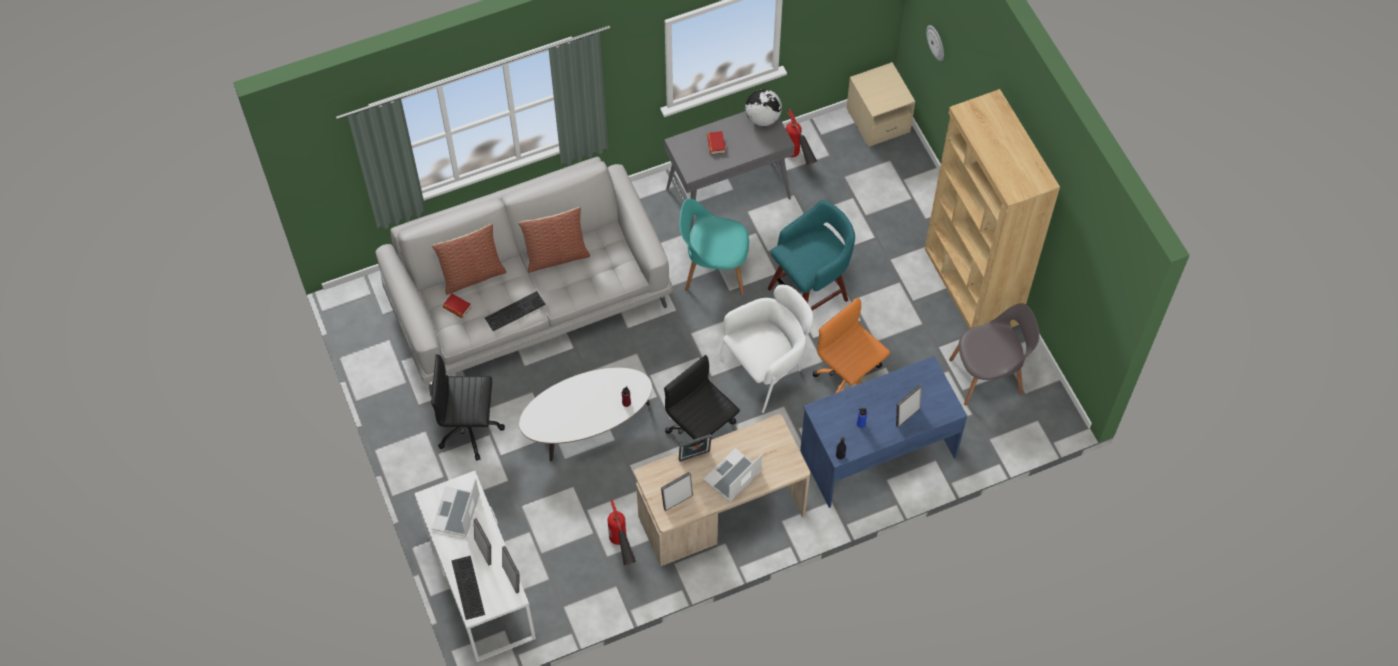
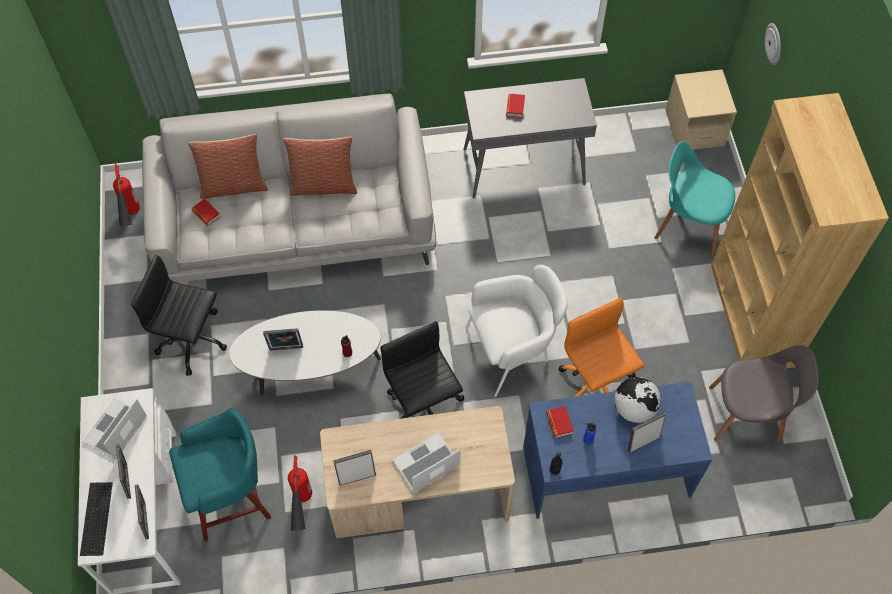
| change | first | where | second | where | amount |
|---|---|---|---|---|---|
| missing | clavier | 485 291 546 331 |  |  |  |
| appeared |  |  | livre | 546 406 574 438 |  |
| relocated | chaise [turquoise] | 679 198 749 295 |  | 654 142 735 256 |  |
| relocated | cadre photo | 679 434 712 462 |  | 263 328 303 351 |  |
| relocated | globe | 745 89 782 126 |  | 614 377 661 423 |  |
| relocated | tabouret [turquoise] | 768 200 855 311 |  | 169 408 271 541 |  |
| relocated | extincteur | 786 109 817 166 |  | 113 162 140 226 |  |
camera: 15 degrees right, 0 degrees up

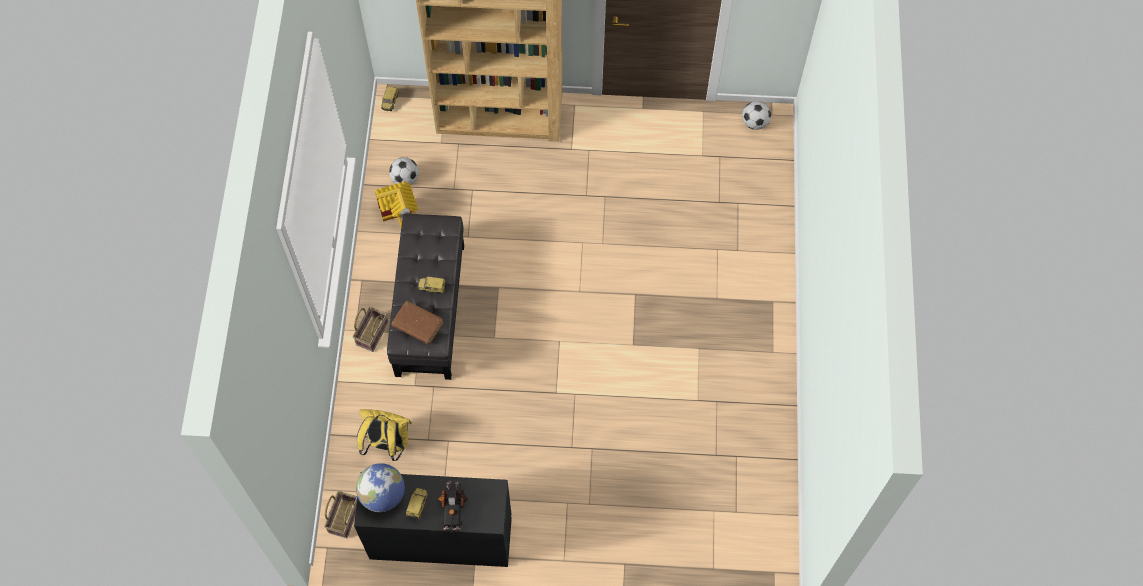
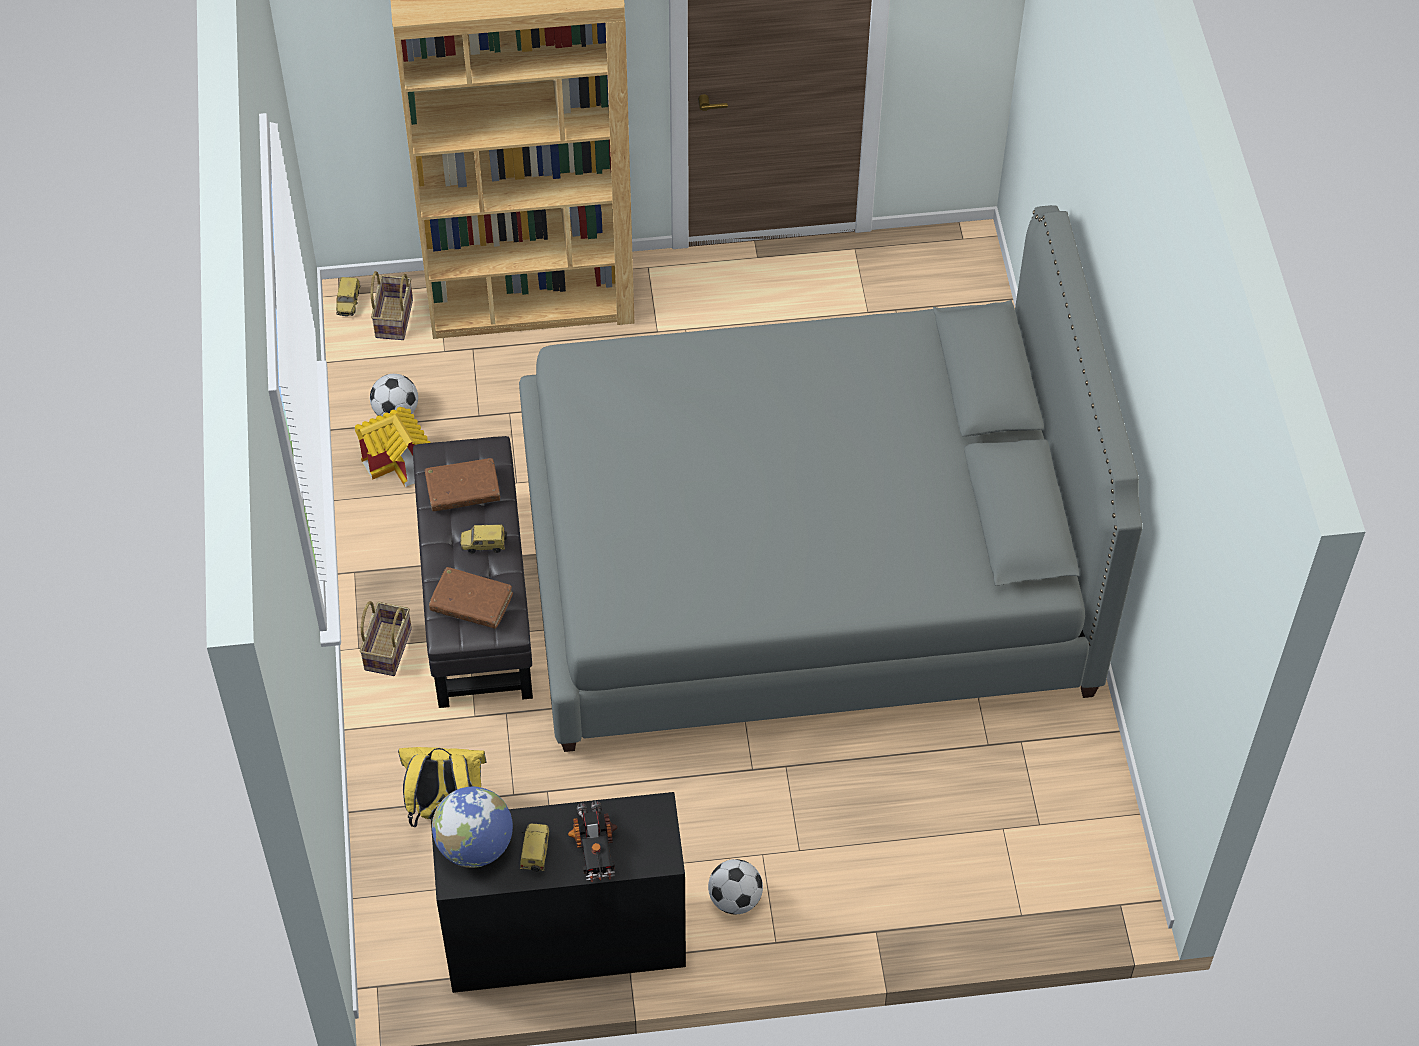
| change | first | where | second | where | amount |
|---|---|---|---|---|---|
| appeared |  |  | livre [marron] | 425 458 500 511 |  |
| appeared |  |  | lit [gris] | 519 205 1142 752 |  |
| relocated | panier | 324 491 358 538 |  | 371 271 413 340 |  |
| relocated | ballon de foot | 742 101 771 130 |  | 708 859 763 914 |  |
camera: 10 degrees left, 10 degrees down

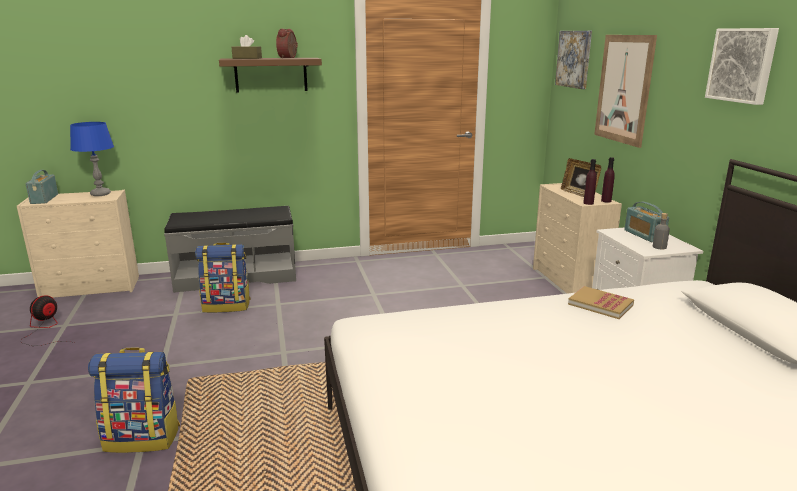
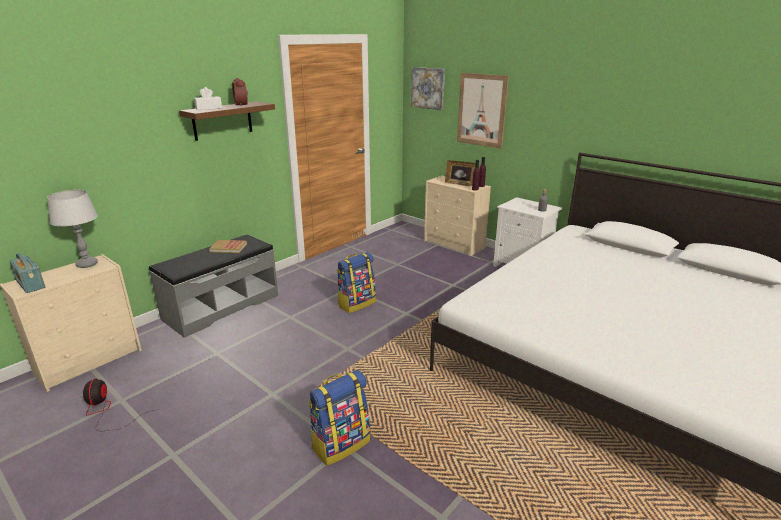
| change | first | where | second | where | amount |
|---|---|---|---|---|---|
| missing | radio | 624 202 669 242 |  |  |  |
| missing | tableau | 705 28 779 105 |  |  |  |
| relocated | sac à dos | 195 242 251 313 |  | 337 252 376 313 |  |
| relocated | livre | 568 286 634 319 |  | 209 240 247 253 |  |
| colour | lampe de table [bleu] | 70 122 114 196 | lampe de table [gris] | 47 190 98 268 |  |
| colour | boîte à mouchoirs [marron] | 232 35 262 59 | boîte à mouchoirs [blanc] | 194 87 222 110 |  |
camera: 35 degrees left, 5 degrees up

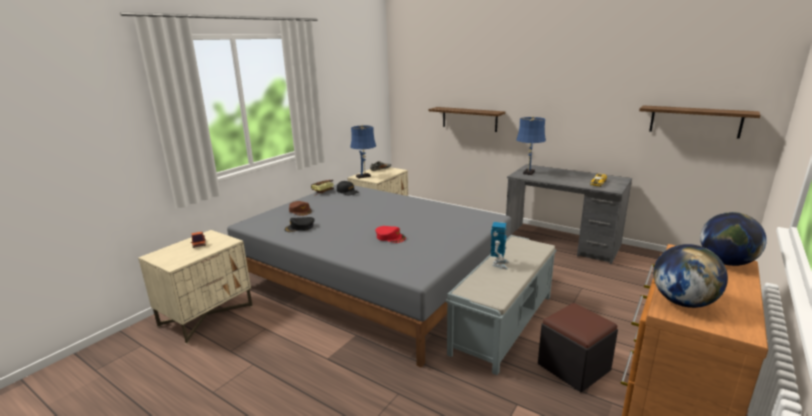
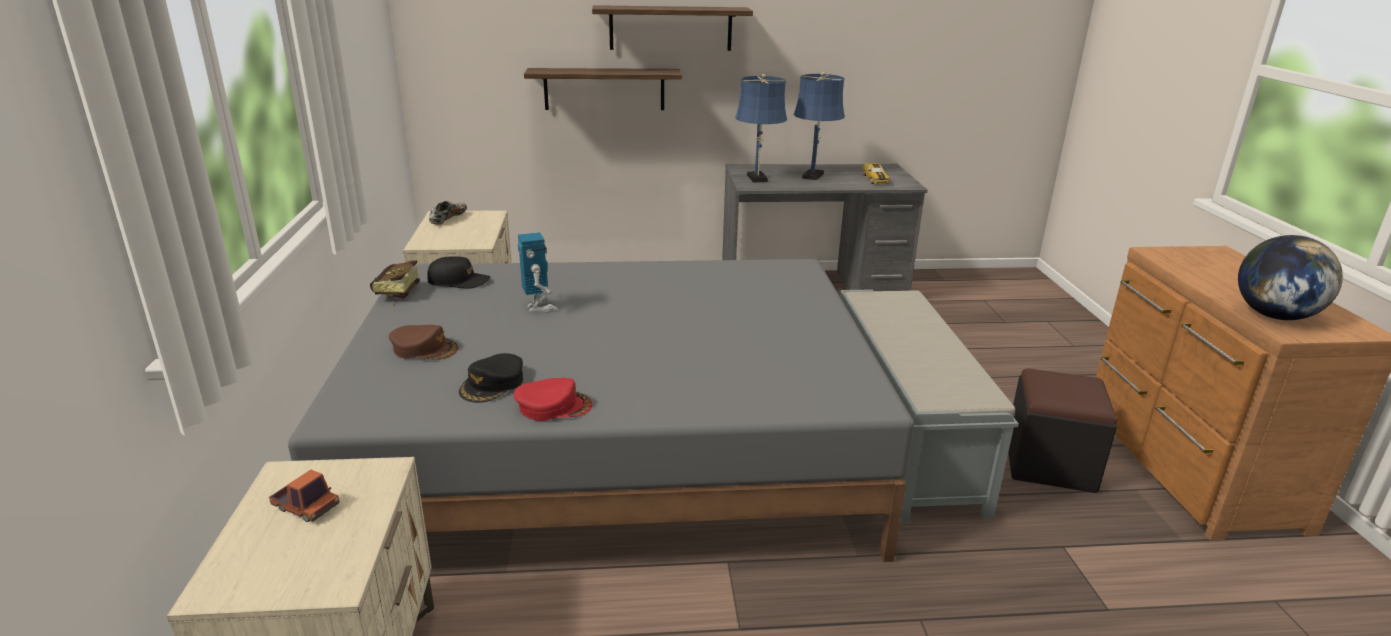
| change | first | where | second | where | amount |
|---|---|---|---|---|---|
| missing | globe | 700 212 767 266 |  |  |  |
| relocated | lampe de table [bleu] | 350 125 376 179 |  | 794 72 845 180 |  |
| relocated | casquette [rouge] | 375 226 406 243 |  | 514 378 592 421 |  |
| relocated | robot jouet | 491 222 509 270 |  | 518 232 559 312 |  |
| relocated | étagère | 639 105 760 139 |  | 592 5 753 51 |  |
camera: 40 degrees left, 5 degrees up

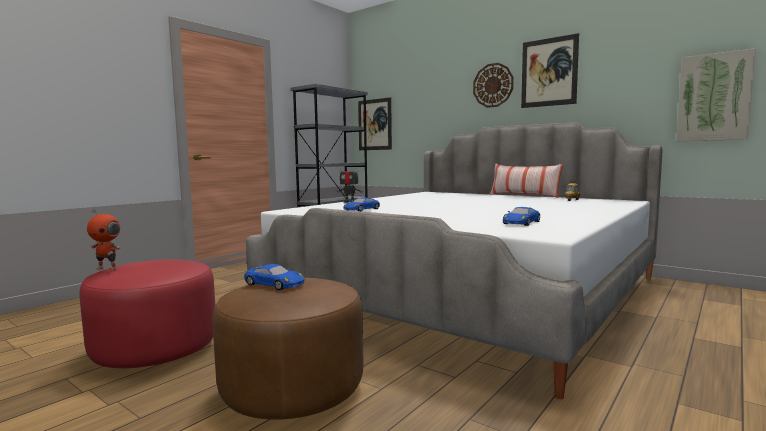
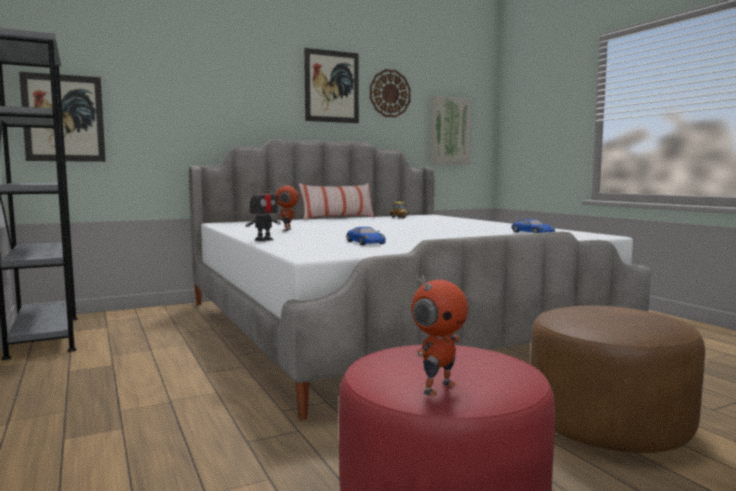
| change | first | where | second | where | amount |
|---|---|---|---|---|---|
| missing | petite voiture [bleu] | 244 264 305 290 |  |  |  |
| appeared |  |  | robot jouet | 276 182 299 231 |  |
| relocated | horloge murale | 473 63 514 108 |  | 370 69 411 117 |  |
camera: 65 degrees left, 0 degrees up

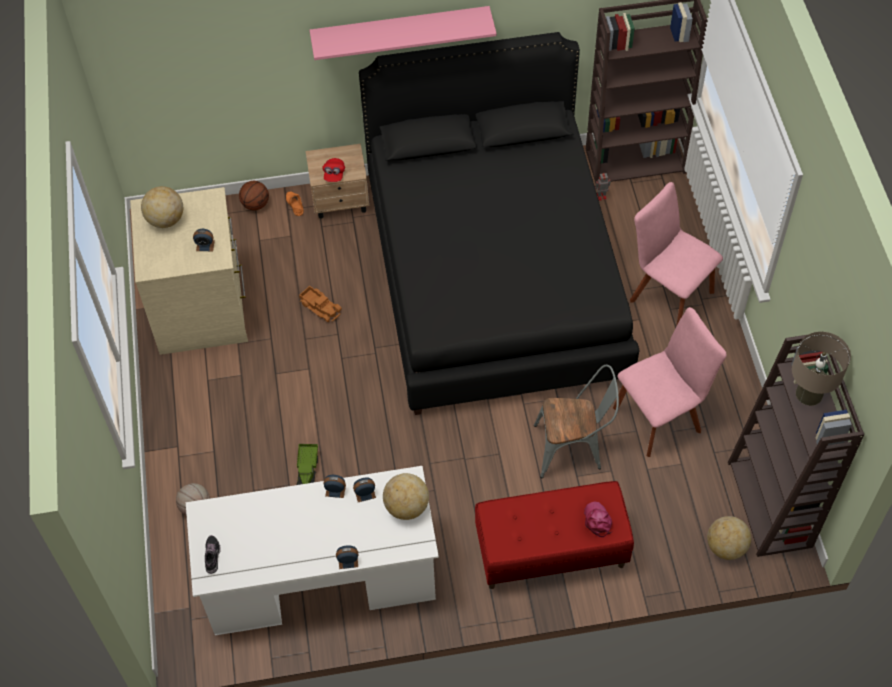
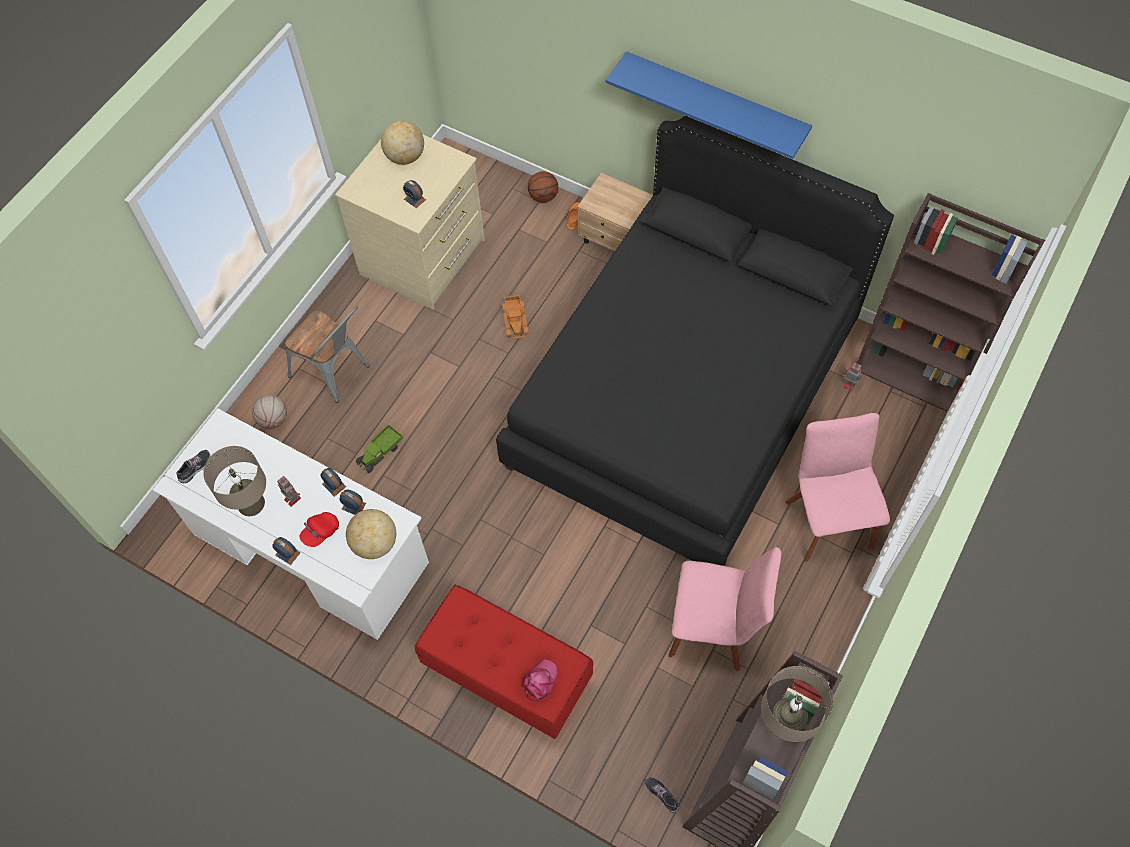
| change | first | where | second | where | amount |
|---|---|---|---|---|---|
| appeared |  |  | lampe de table [beige] | 203 446 266 516 |  |
| appeared |  |  | robot jouet | 277 476 301 507 |  |
| relocated | casquette [rouge] | 322 158 345 182 |  | 300 512 339 547 |  |
| relocated | chaise [gris] | 534 365 619 478 |  | 285 306 370 403 |  |
| exchanged | globe | 707 516 751 560 | chaussure | 645 777 679 813 |  |
| colour | étagère [rose] | 310 6 497 60 | étagère [bleu] | 606 51 812 159 |  |
camera: 40 degrees right, 5 degrees up

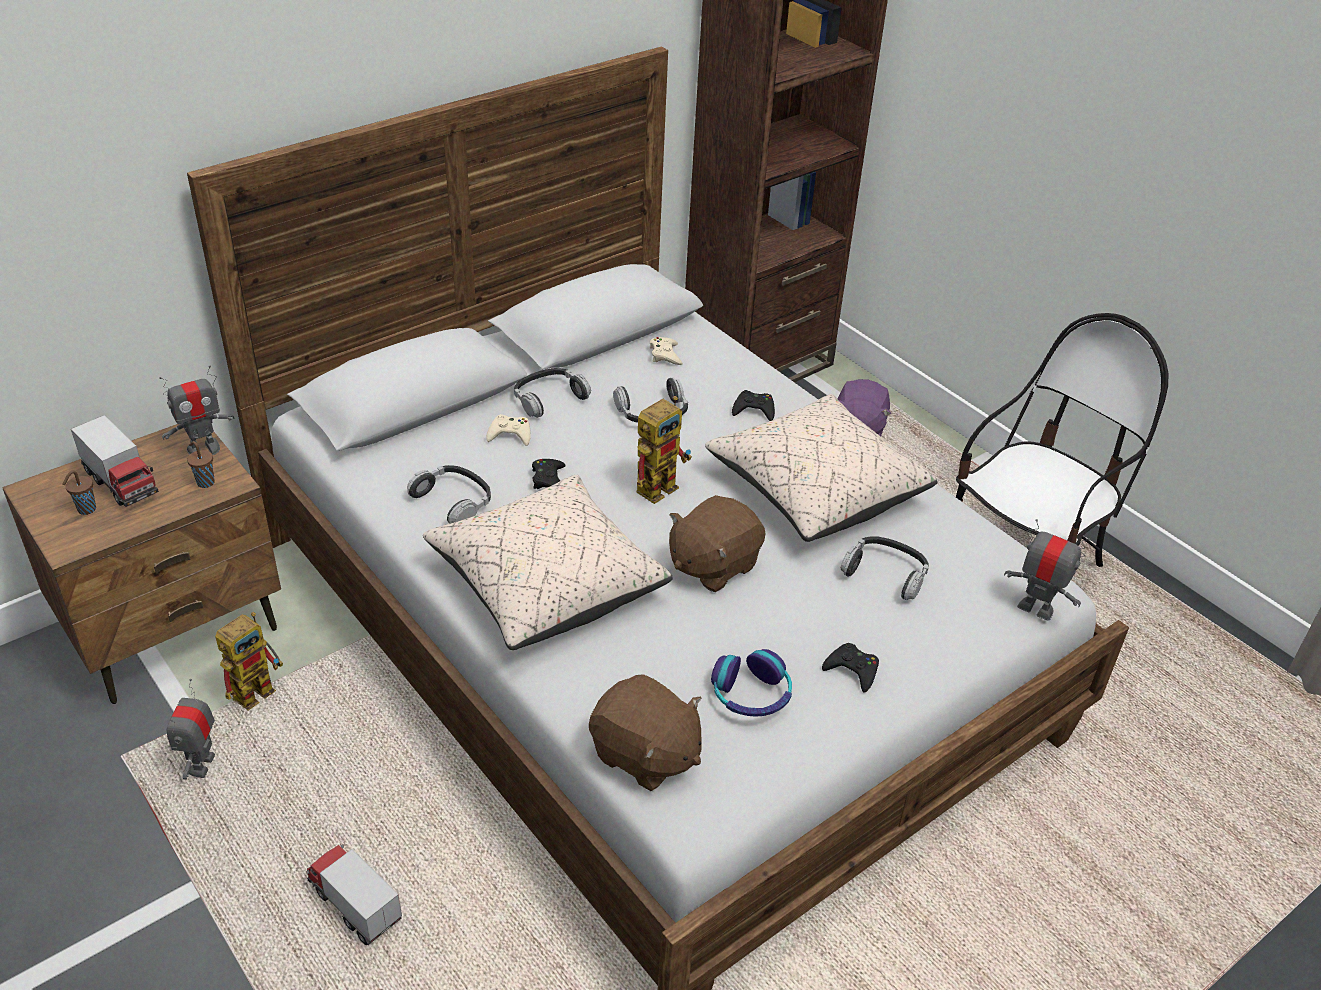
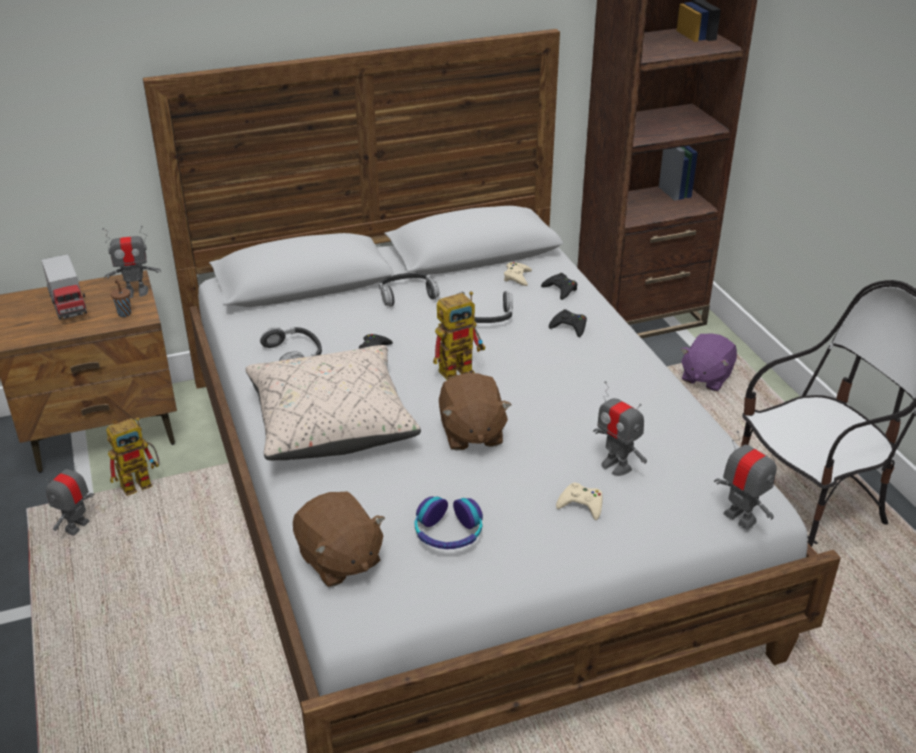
| change | first | where | second | where | amount |
|---|---|---|---|---|---|
| missing | tasse [marron] | 62 470 96 515 |  |  |  |
| missing | camion jouet | 306 844 402 945 |  |  |  |
| missing | coussin [beige] | 705 394 938 542 |  |  |  |
| relocated | manette [beige] | 486 414 531 446 |  | 556 482 603 520 |  |
| relocated | manette [noir] | 822 643 879 693 |  | 541 273 577 300 |  |
| exchanged | casque audio | 841 536 929 600 | robot jouet | 593 381 647 476 |  |
| spun | peluche [marron] | 669 495 765 592 |  | 439 373 512 451 | 75 degrees counterclockwise |
camera: 20 degrees right, 5 degrees down

